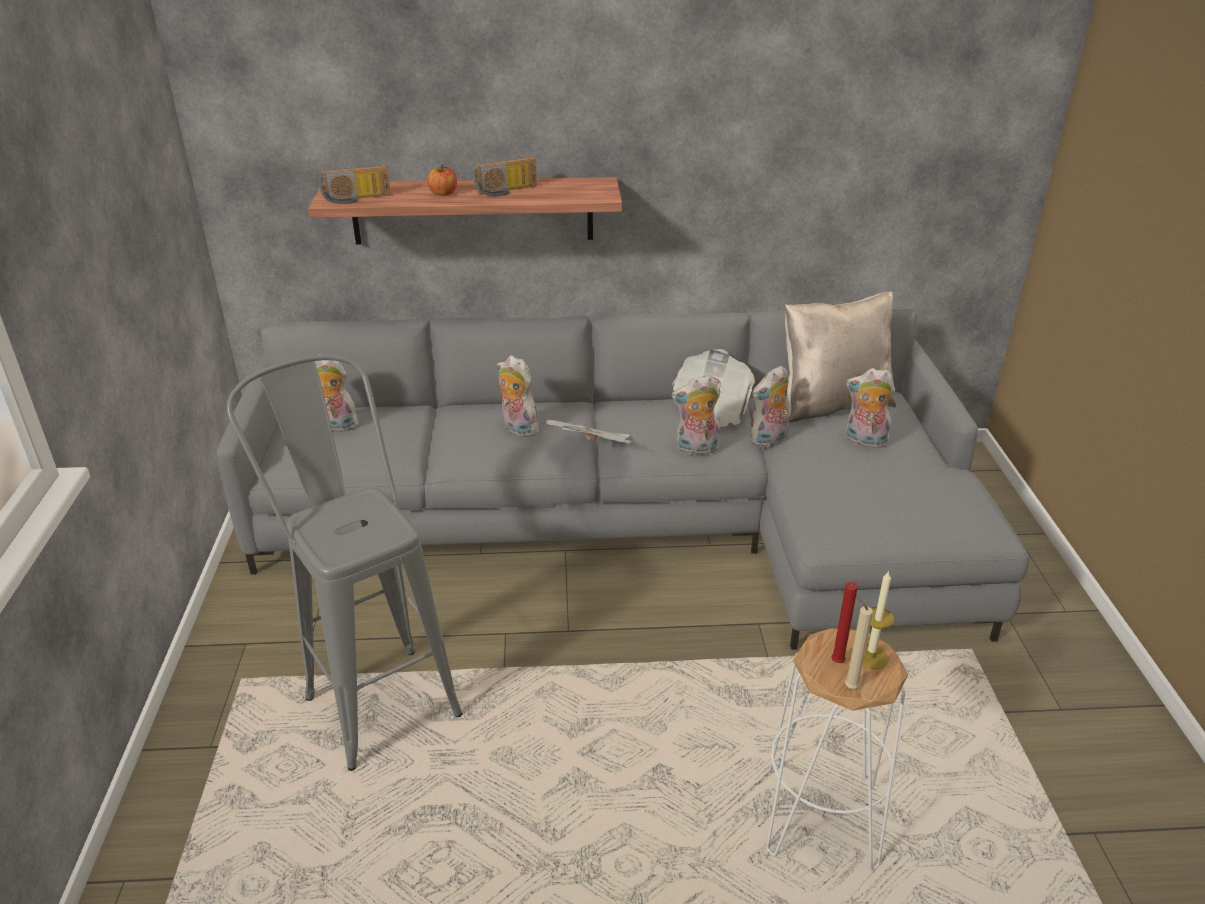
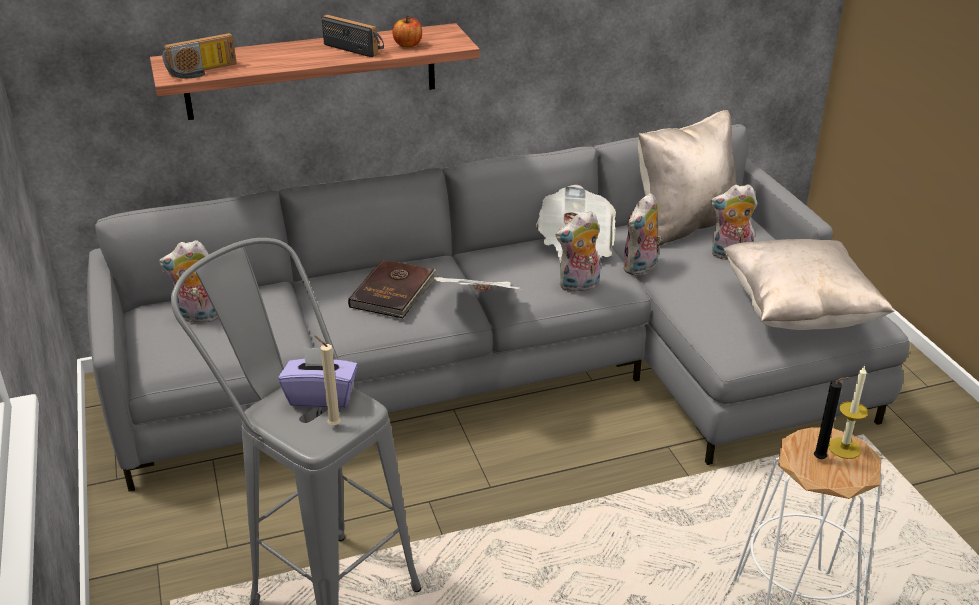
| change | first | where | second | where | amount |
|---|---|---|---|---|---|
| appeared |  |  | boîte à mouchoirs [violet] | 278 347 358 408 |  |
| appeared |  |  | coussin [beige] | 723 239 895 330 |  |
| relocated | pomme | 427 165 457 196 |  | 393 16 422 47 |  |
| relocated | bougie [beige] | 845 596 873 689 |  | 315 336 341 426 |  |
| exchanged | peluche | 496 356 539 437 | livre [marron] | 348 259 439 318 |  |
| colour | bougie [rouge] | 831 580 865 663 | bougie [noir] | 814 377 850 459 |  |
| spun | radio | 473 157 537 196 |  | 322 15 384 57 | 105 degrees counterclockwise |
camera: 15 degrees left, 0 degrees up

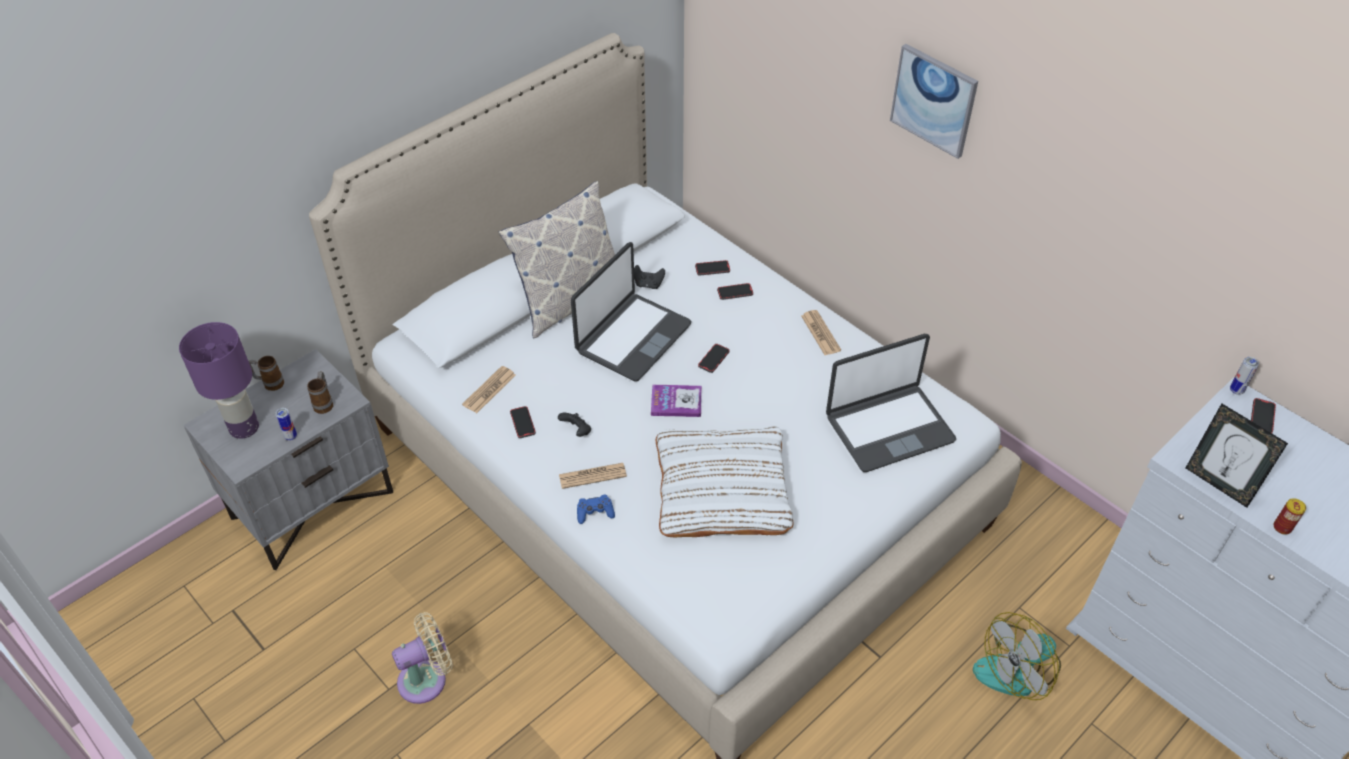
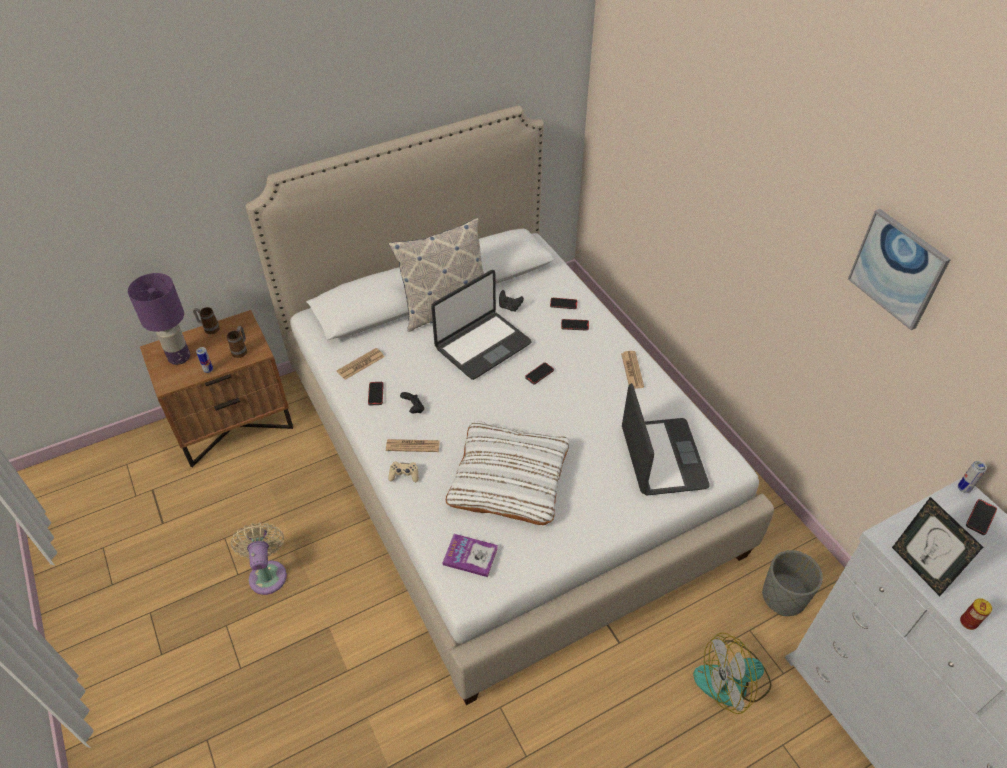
| change | first | where | second | where | amount |
|---|---|---|---|---|---|
| appeared |  |  | cache-pot [gris] | 762 550 823 616 |  |
| relocated | livre | 651 385 702 417 |  | 443 534 498 577 |  |
| relocated | tableau | 890 44 978 159 |  | 848 209 951 330 |  |
| colour | table de chevet [gris] | 184 349 393 570 | table de chevet [marron] | 140 310 293 467 |  |
| colour | manette [bleu] | 577 495 615 524 | manette [beige] | 388 461 419 482 |  |
| spun | ventilateur [beige] | 392 612 453 704 |  | 231 523 287 595 | 90 degrees counterclockwise |
| spun | ordinateur portable | 826 334 956 472 |  | 622 383 710 496 | 90 degrees counterclockwise |
camera: 15 degrees right, 0 degrees up

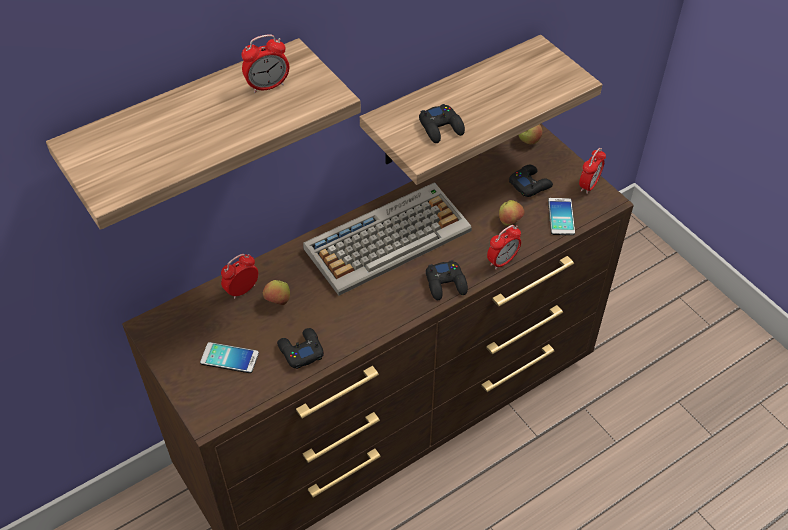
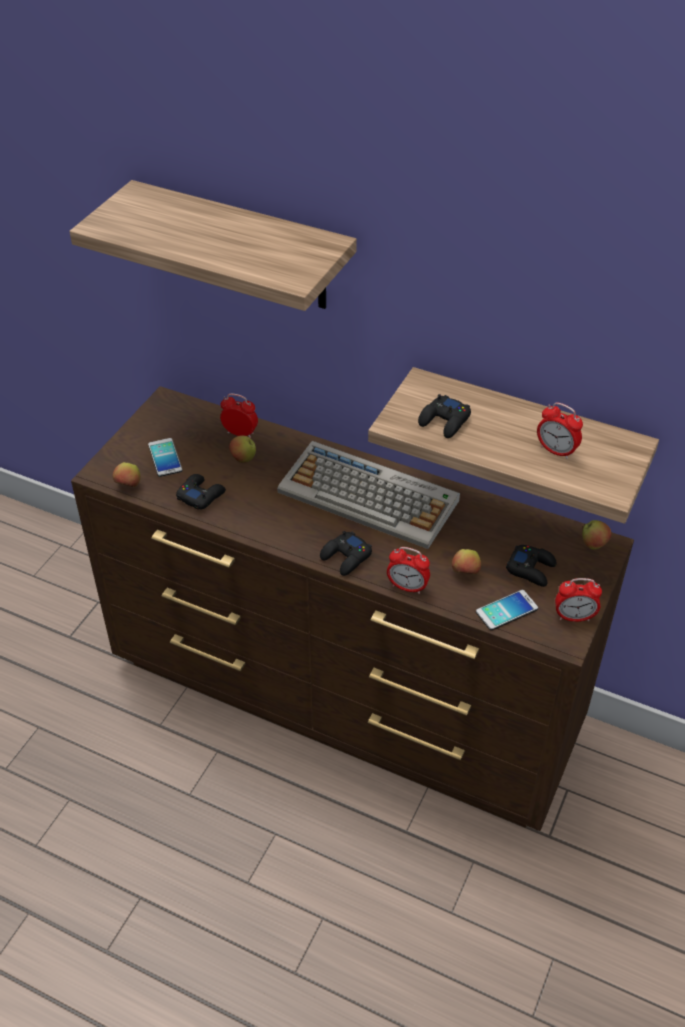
| change | first | where | second | where | amount |
|---|---|---|---|---|---|
| appeared |  |  | pomme | 112 462 141 487 |  |
| relocated | réveil | 241 34 289 93 |  | 537 402 583 459 |  |
camera: 60 degrees right, 5 degrees down

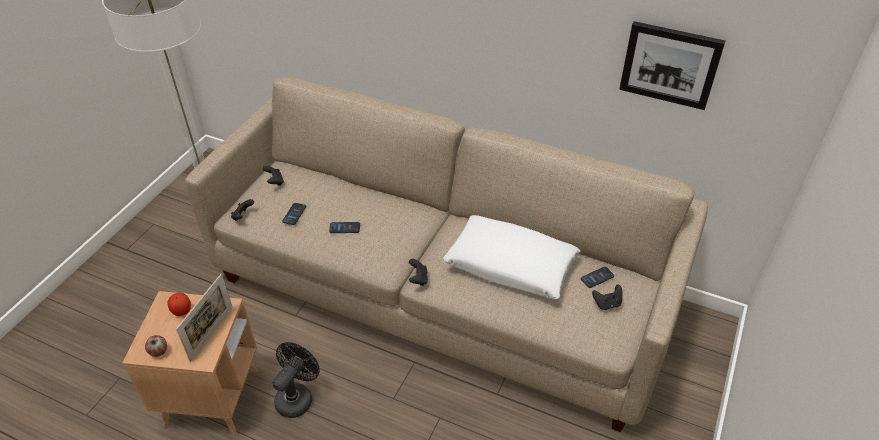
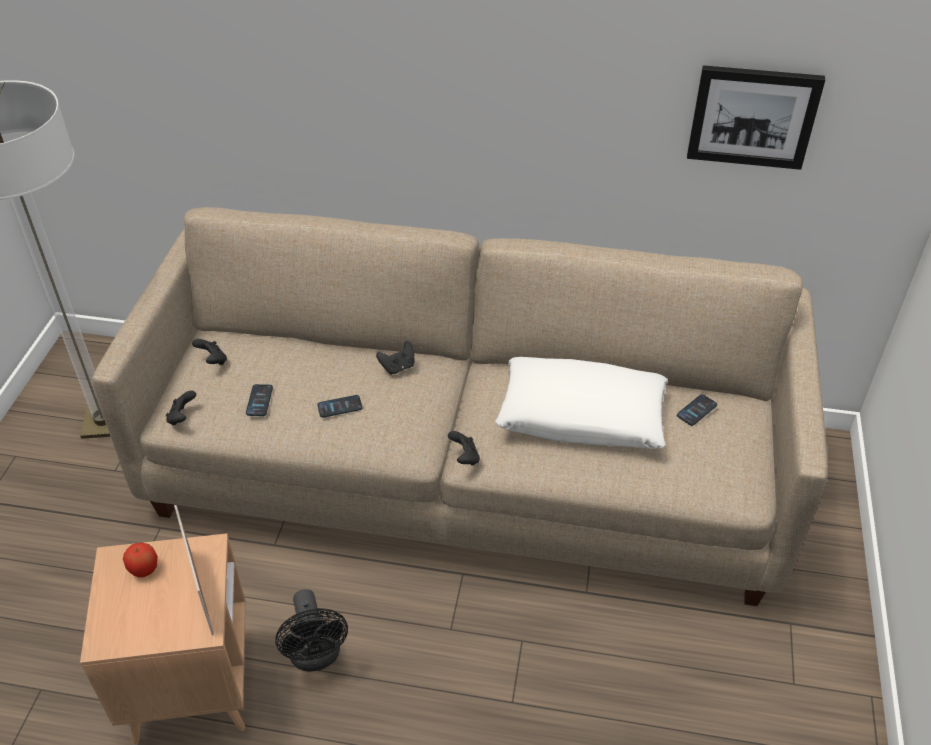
| change | first | where | second | where | amount |
|---|---|---|---|---|---|
| missing | pomme | 145 335 167 357 |  |  |  |
| relocated | manette [noir] | 592 284 623 310 |  | 376 341 415 374 |  |
| spun | cadre photo | 176 274 233 362 |  | 174 505 214 635 | 150 degrees clockwise |
| spun | ventilateur [noir] | 272 342 320 418 |  | 275 589 348 672 | 150 degrees clockwise |
camera: 15 degrees left, 0 degrees up

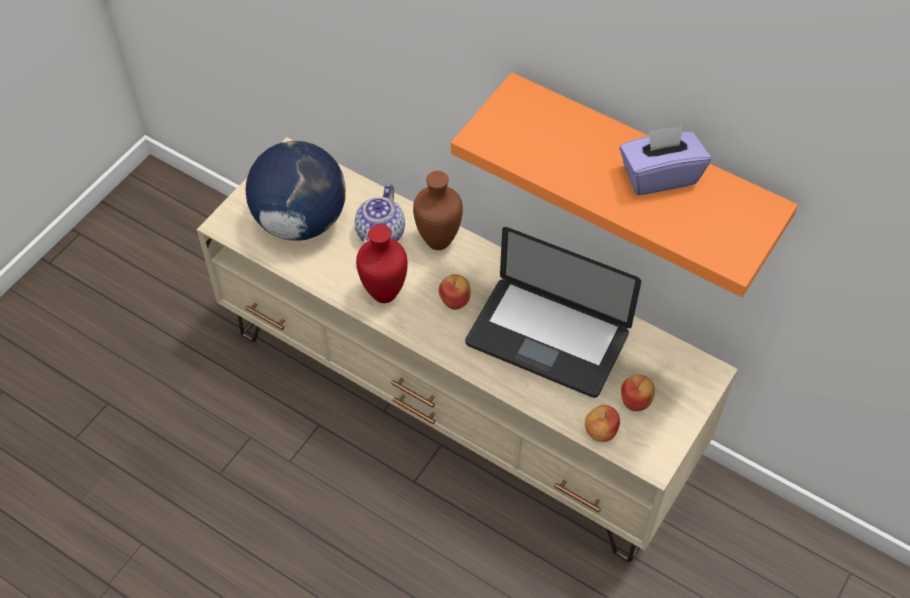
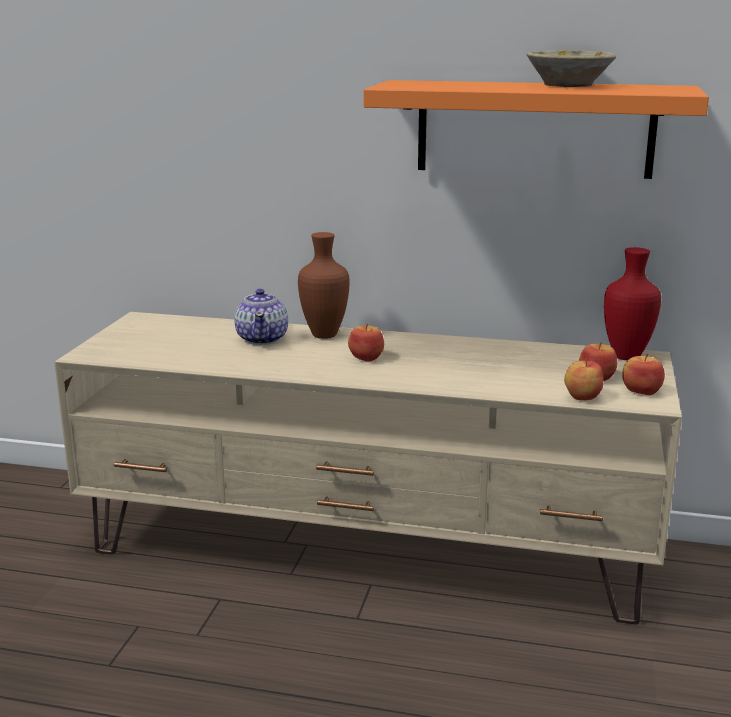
| change | first | where | second | where | amount |
|---|---|---|---|---|---|
| missing | globe | 245 141 346 241 |  |  |  |
| missing | ordinateur portable | 465 227 641 398 |  |  |  |
| appeared |  |  | pomme | 622 354 665 395 |  |
| relocated | vase [rouge] | 356 224 408 303 |  | 604 247 661 360 |  |
| exchanged | boîte à mouchoirs [violet] | 620 126 711 195 | bol [beige] | 527 51 616 87 |  |
camera: 20 degrees left, 35 degrees down

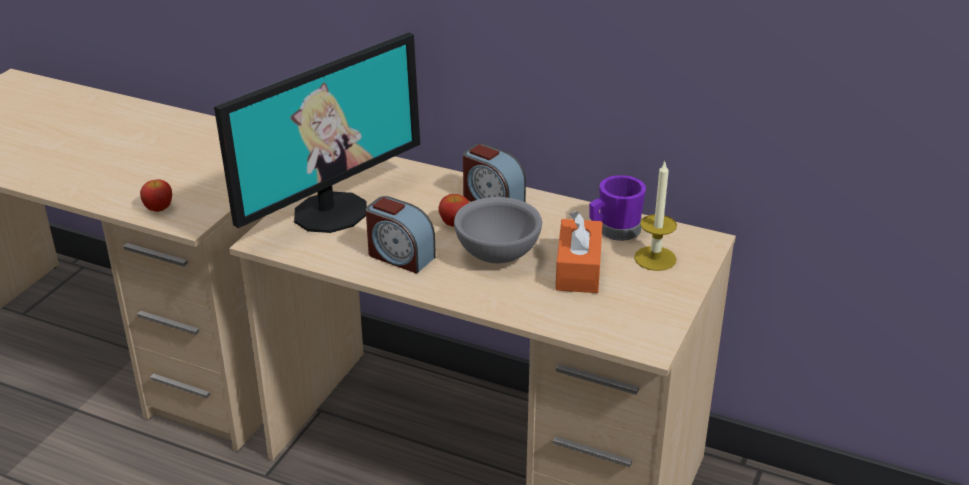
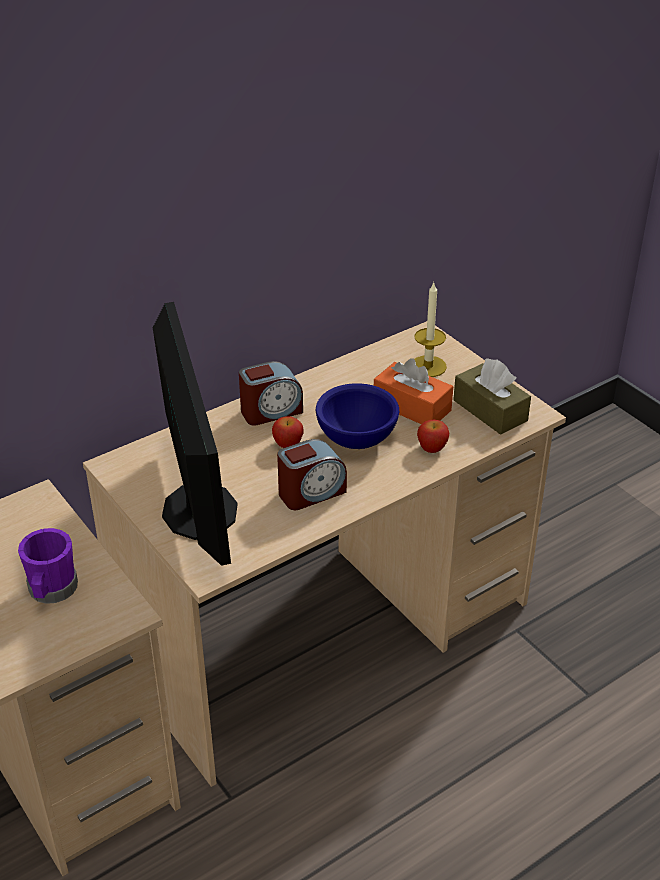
| change | first | where | second | where | amount |
|---|---|---|---|---|---|
| appeared |  |  | boîte à mouchoirs [marron] | 453 358 531 435 |  |
| relocated | pomme | 140 180 172 212 |  | 417 420 449 453 |  |
| relocated | mug [violet] | 589 175 646 241 |  | 18 528 78 604 |  |
| colour | bol [gris] | 454 197 542 263 | bol [bleu] | 316 383 399 449 |  |
camera: 60 degrees left, 5 degrees up

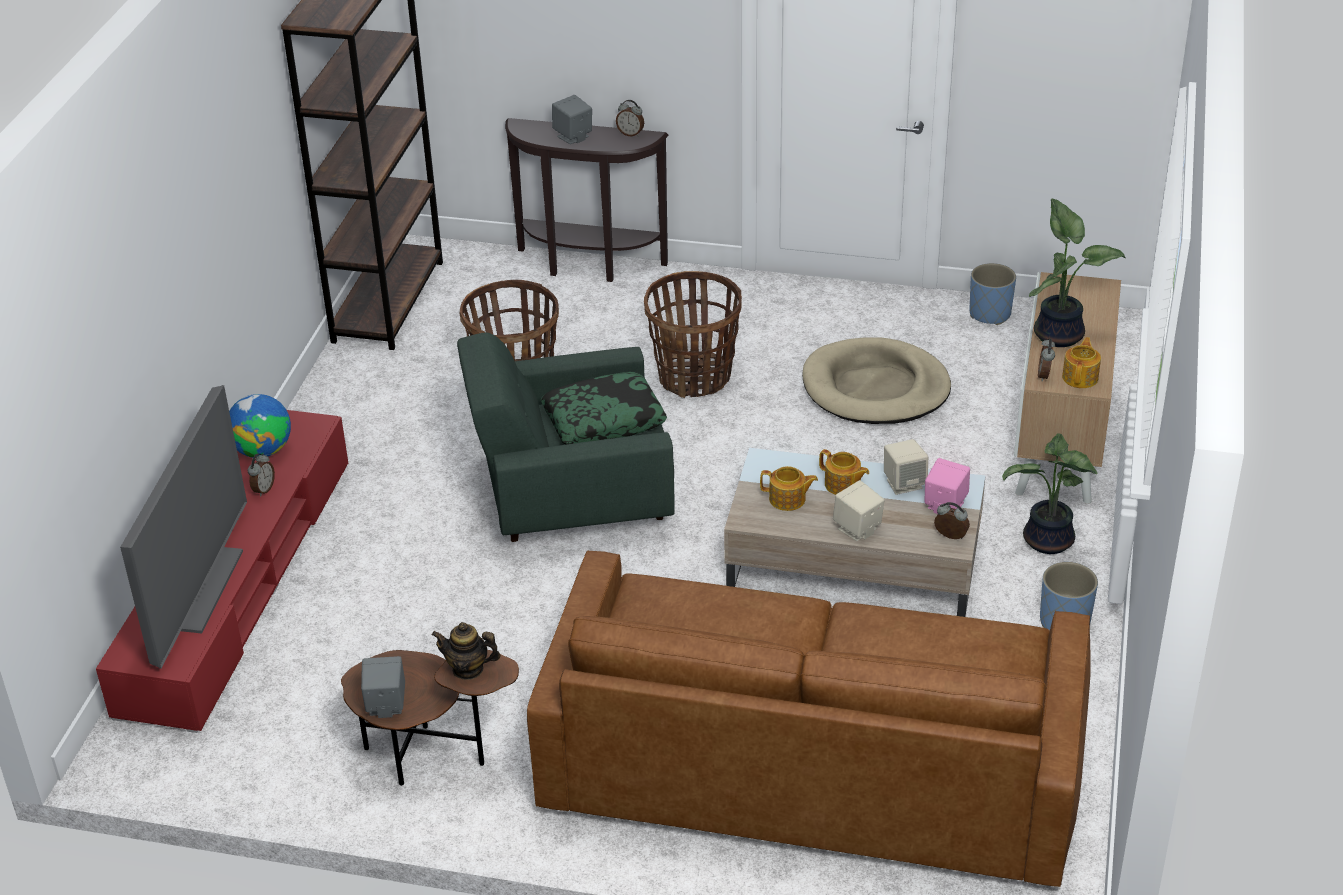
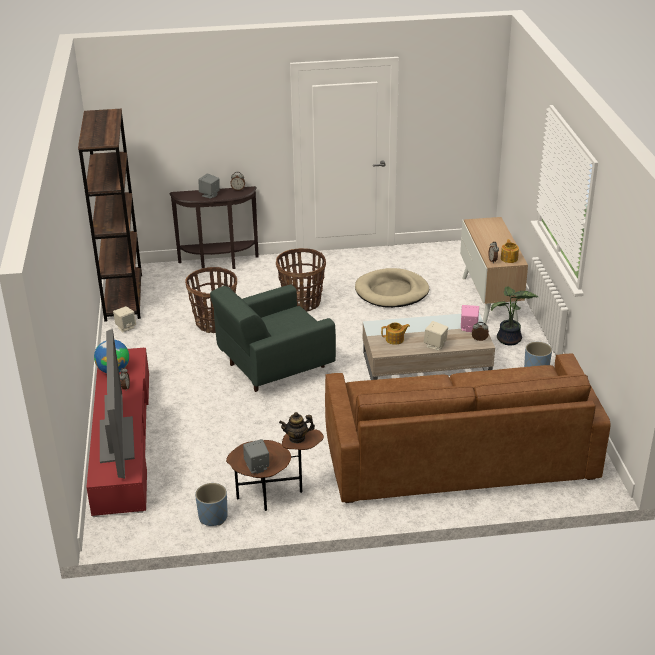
| change | first | where | second | where | amount |
|---|---|---|---|---|---|
| missing | coussin | 541 372 667 444 |  |  |  |
| missing | théière | 819 449 869 495 |  |  |  |
| missing | plante en pot | 1029 199 1126 347 |  |  |  |
| relocated | enceinte [beige] | 884 439 928 495 |  | 113 306 136 333 |  |
| relocated | cache-pot [bleu] | 969 263 1016 325 |  | 195 483 228 526 |  |
camera: 20 degrees left, 5 degrees down

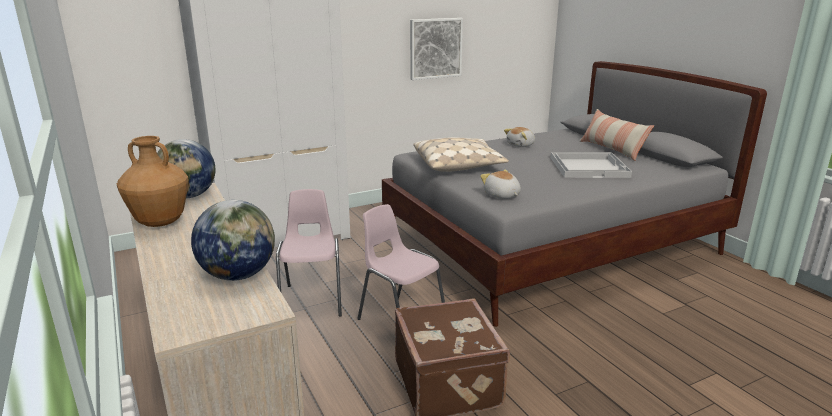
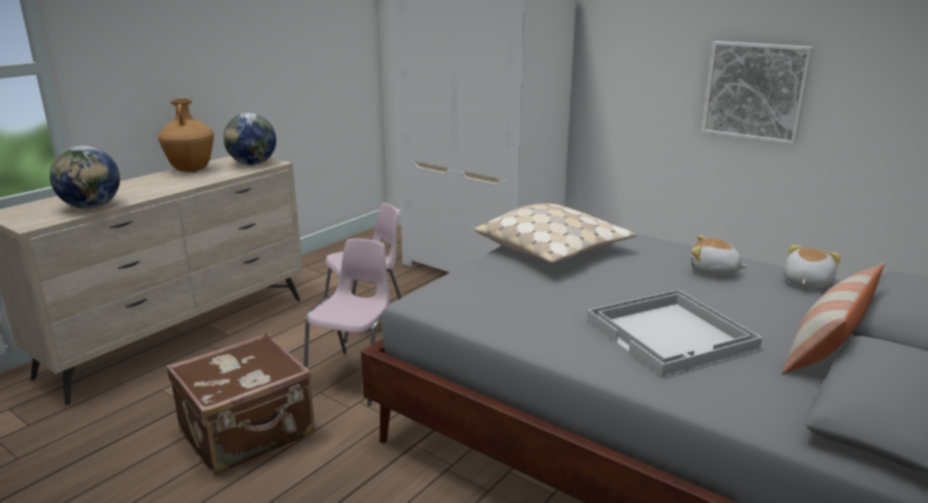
| change | first | where | second | where | amount |
|---|---|---|---|---|---|
| relocated | peluche | 480 169 521 199 |  | 783 245 841 289 |  |
camera: 65 degrees right, 0 degrees up

